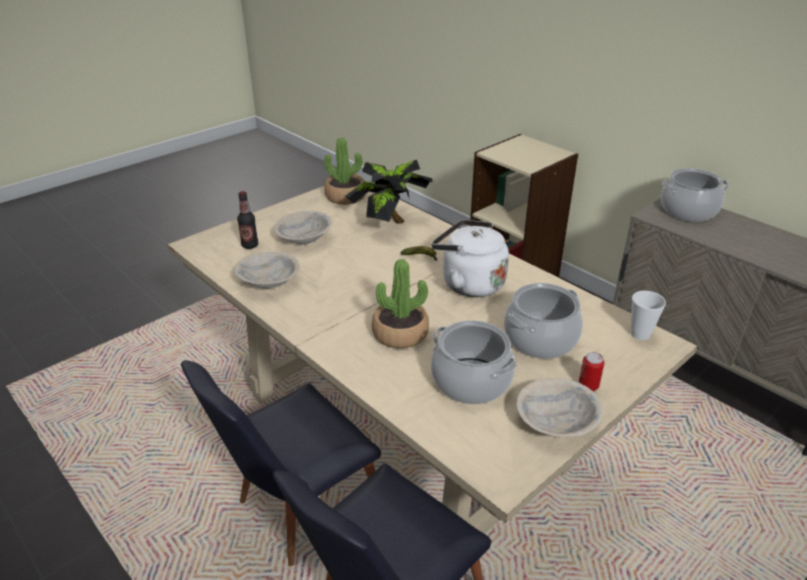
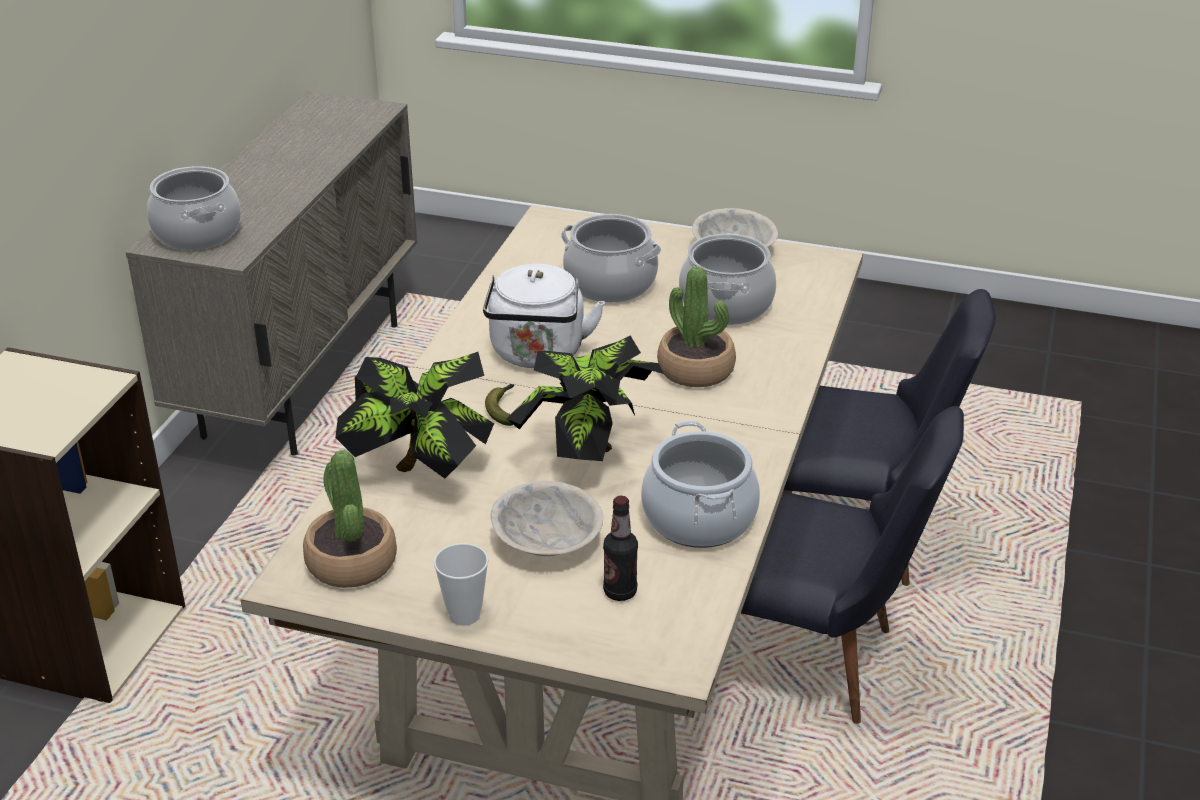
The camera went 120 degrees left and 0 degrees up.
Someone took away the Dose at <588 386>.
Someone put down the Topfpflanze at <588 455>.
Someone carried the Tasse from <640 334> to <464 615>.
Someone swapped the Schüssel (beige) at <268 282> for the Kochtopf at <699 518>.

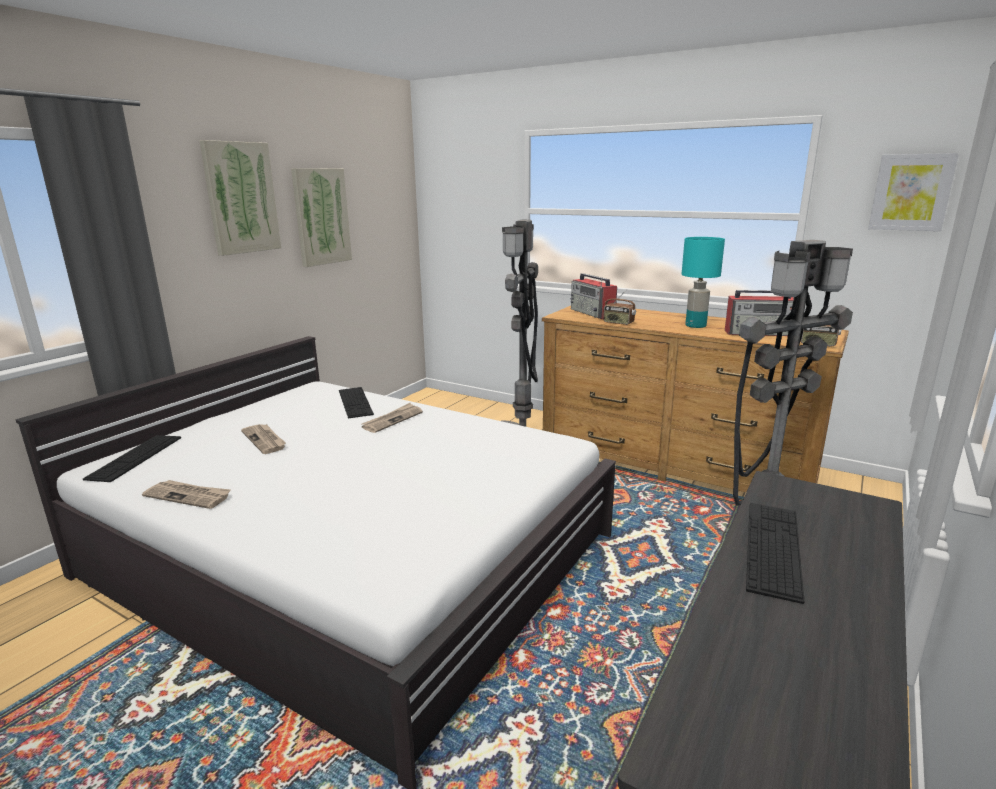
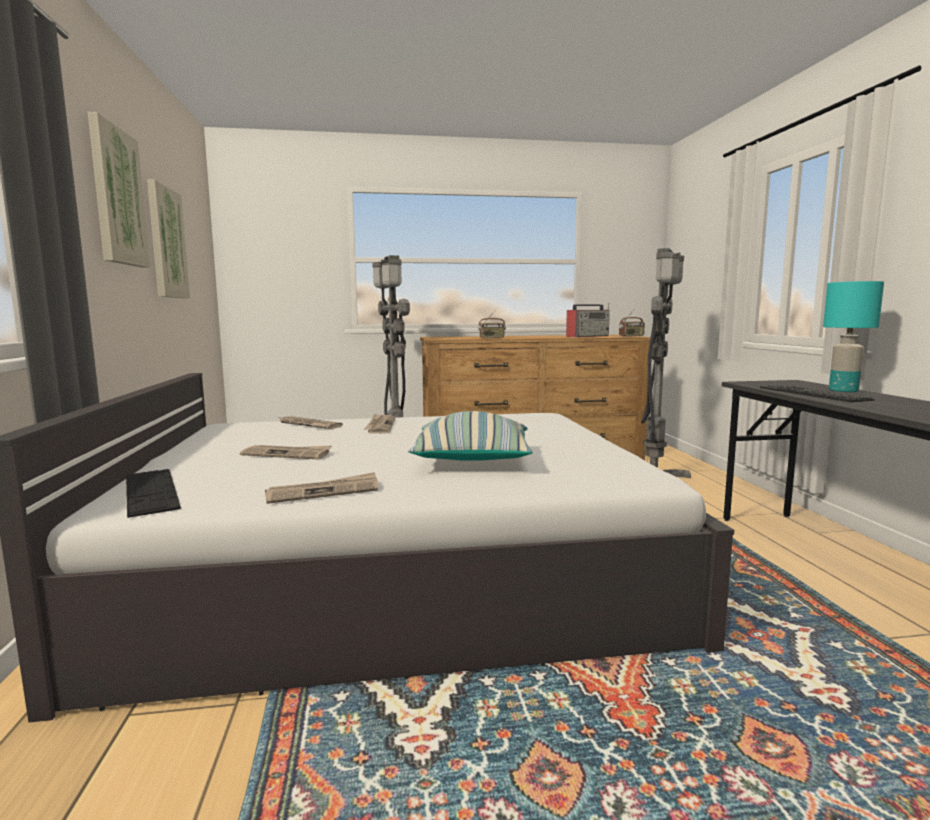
The camera went 40 degrees left and 10 degrees down.
Someone took away the Radio at <593 313>.
Someone took away the Bild at <911 192>.
Someone put down the Kissen at <473 461>.
Someone carried the Tischlampe (türkis) from <696 326> to <844 390>.
Someone swapped the Tastatur at <355 402> for the Zeitung at <308 425>.

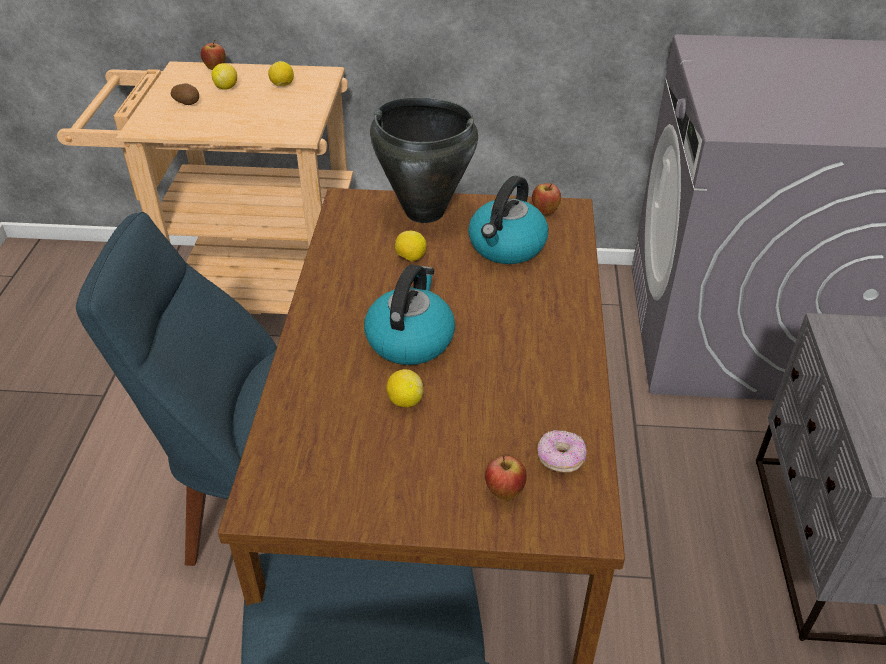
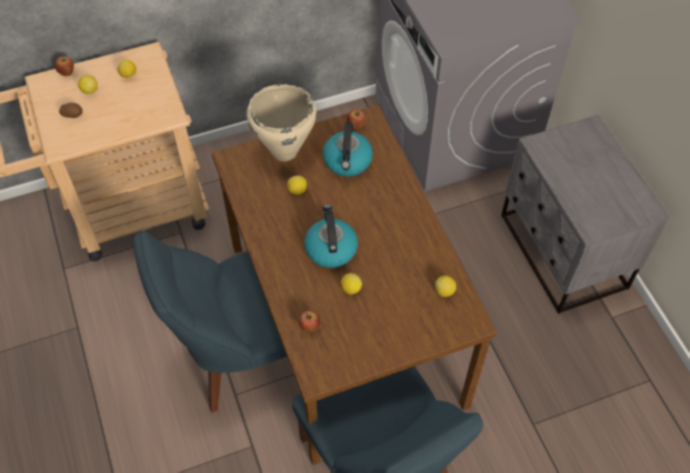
The camera went 25 degrees left and 15 degrees up.
Someone carried the Apfel from <504 492> to <310 327>.
Someone swapped the Donut at <560 459> for the Zitrone at <444 291>.
Someone repainted the Kochtopf (schwarz) at <424 211>, which became the Kochtopf (beige) at <284 151>.

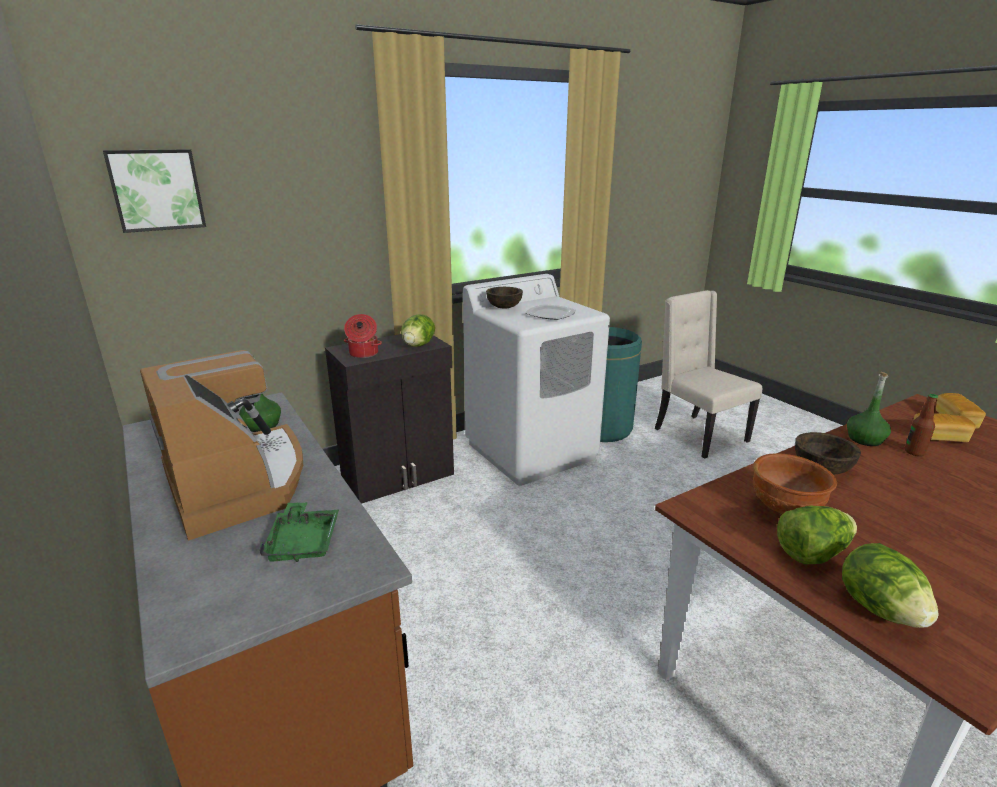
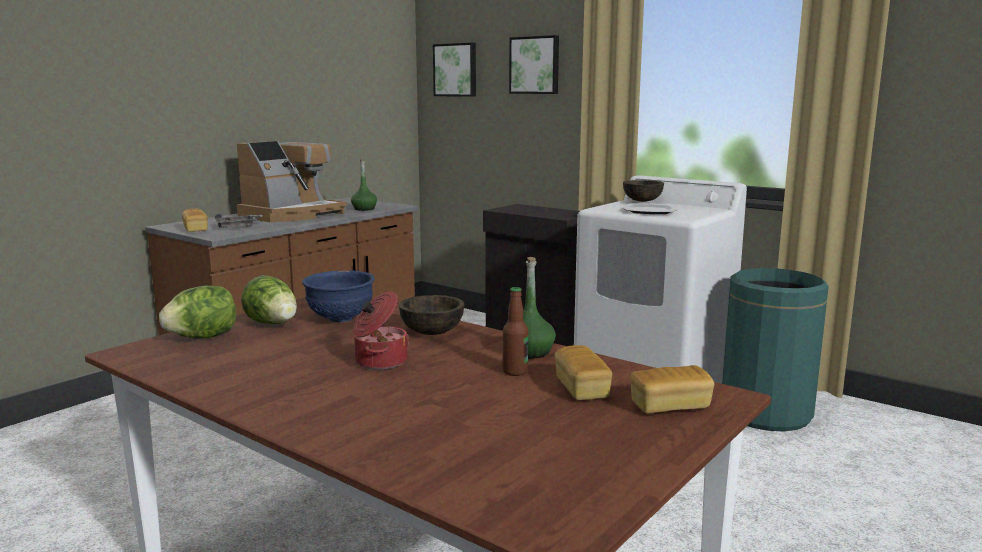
The camera went 70 degrees right and 10 degrees down.
Someone took away the Salatkopf at <418 345>.
Someone took away the Stuhl (beige) at <698 435>.
Someone put down the Brot at <195 229>.
Someone put up the Bild at <535 65>.
Someone carried the Kochtopf from <363 354> to <379 362>.
Someone repainted the Tablett (grün) at <303 542>, which became the Tablett (grau) at <238 227>.
Someone repainted the Schüssel (braun) at <786 510>, which became the Schüssel (blau) at <340 319>.

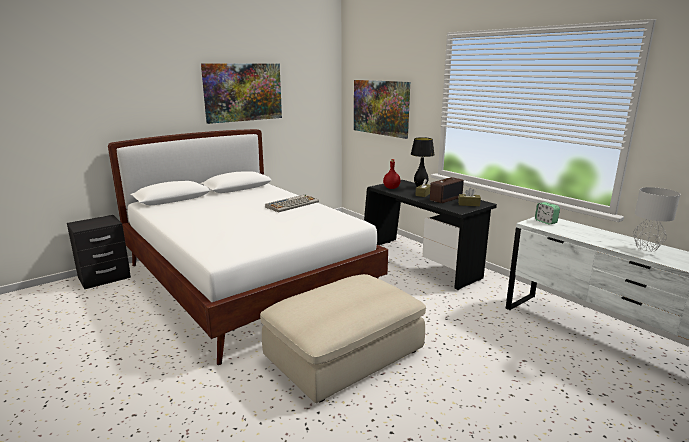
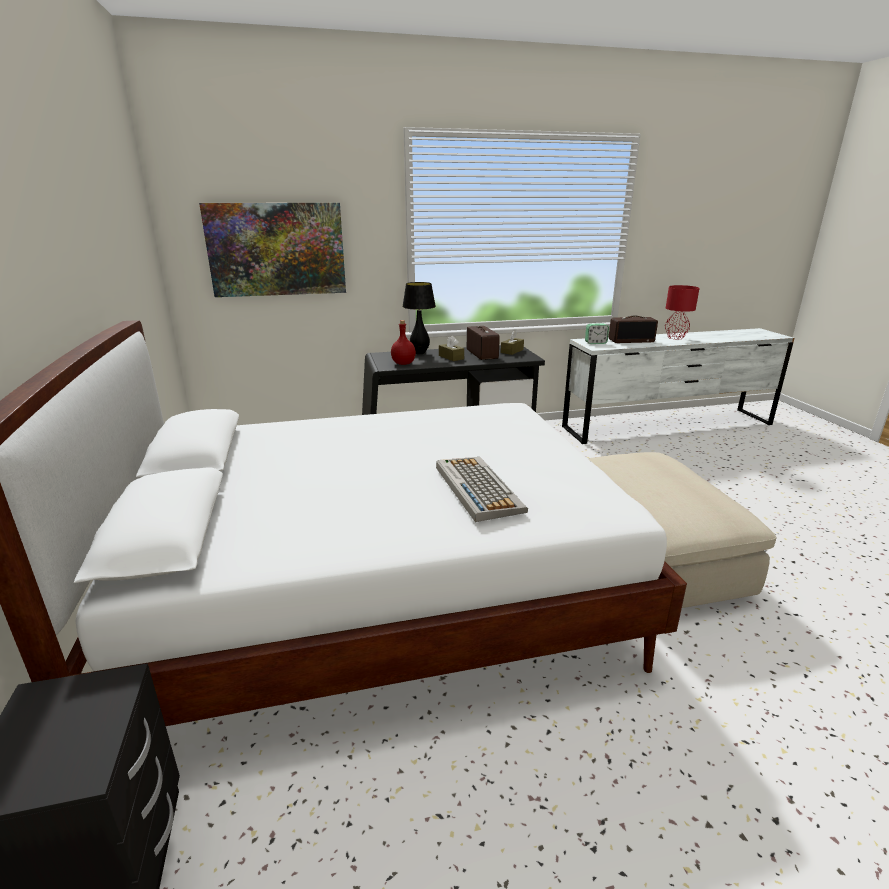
The camera went 65 degrees left and 5 degrees up.
Someone took away the Bild at <243 92>.
Someone put down the Radio at <631 340>.
Someone carried the Tastatur from <292 204> to <477 488>.
Someone repainted the Tischlampe (grau) at <645 248>, which became the Tischlampe (rot) at <675 338>.

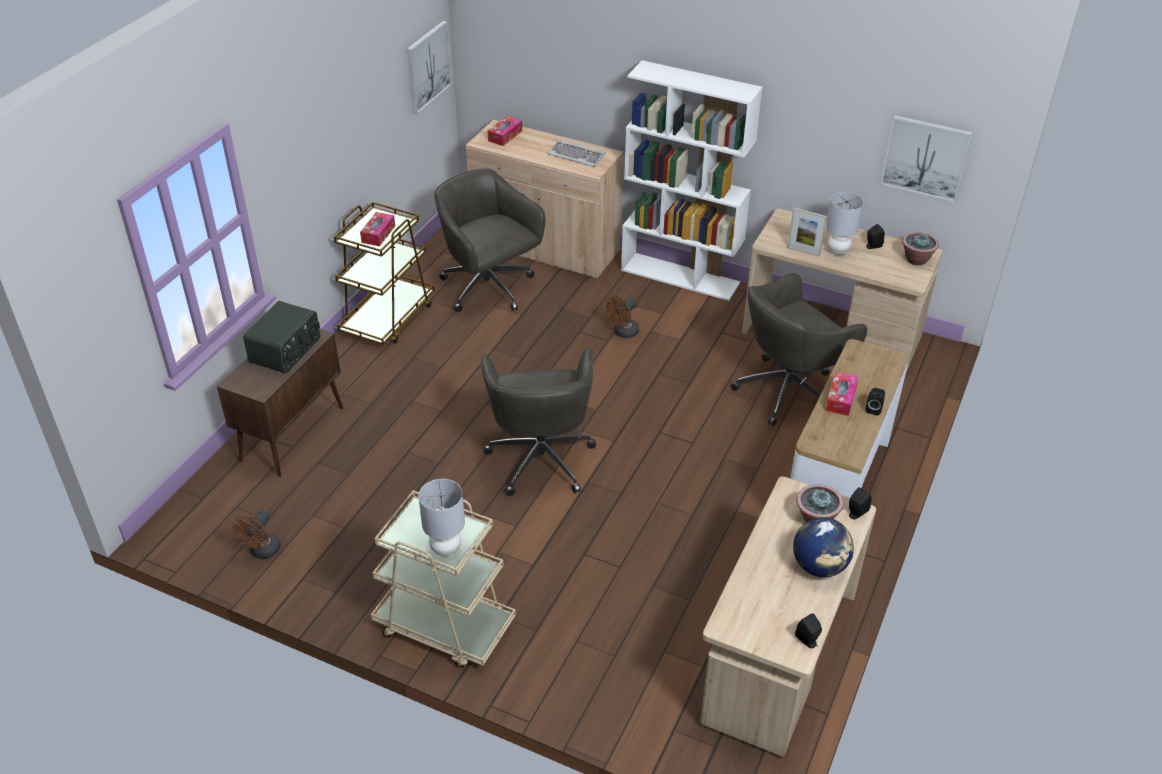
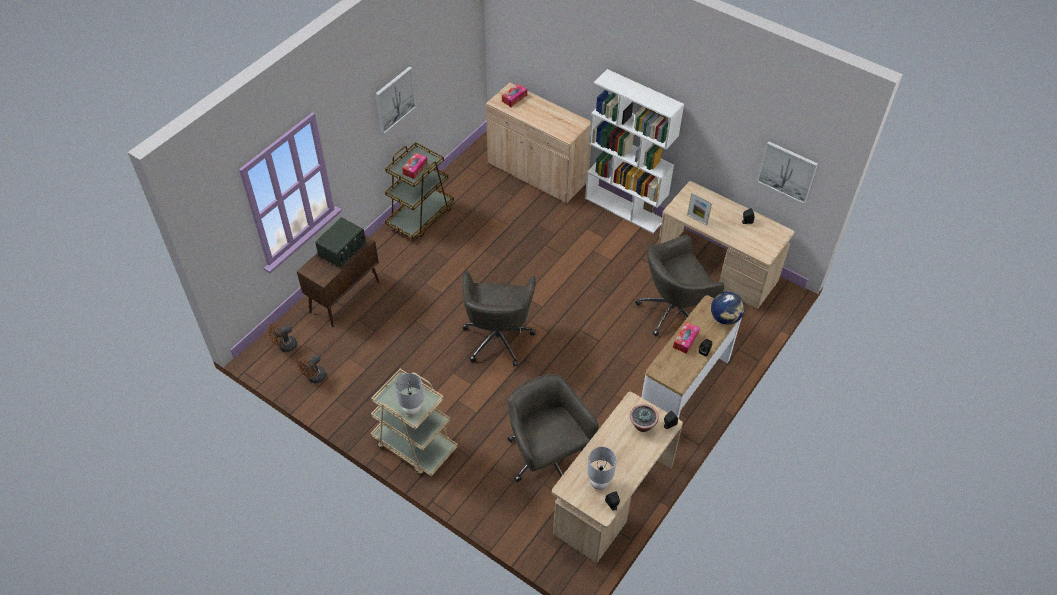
The camera went 10 degrees right and 10 degrees up.
Someone took away the Tastatur at <577 155>.
Someone took away the Topfpflanze at <916 259>.
Someone carried the Bild from <427 67> to <395 99>.
Someone carried the Bürostuhl (grau) from <489 288> to <546 458>.
Someone carried the Ventilator (braun) from <623 333> to <284 346>.
Someone carried the Globus from <819 566> to <725 318>.
Someone carried the Tischlampe (grau) from <838 251> to <599 483>.

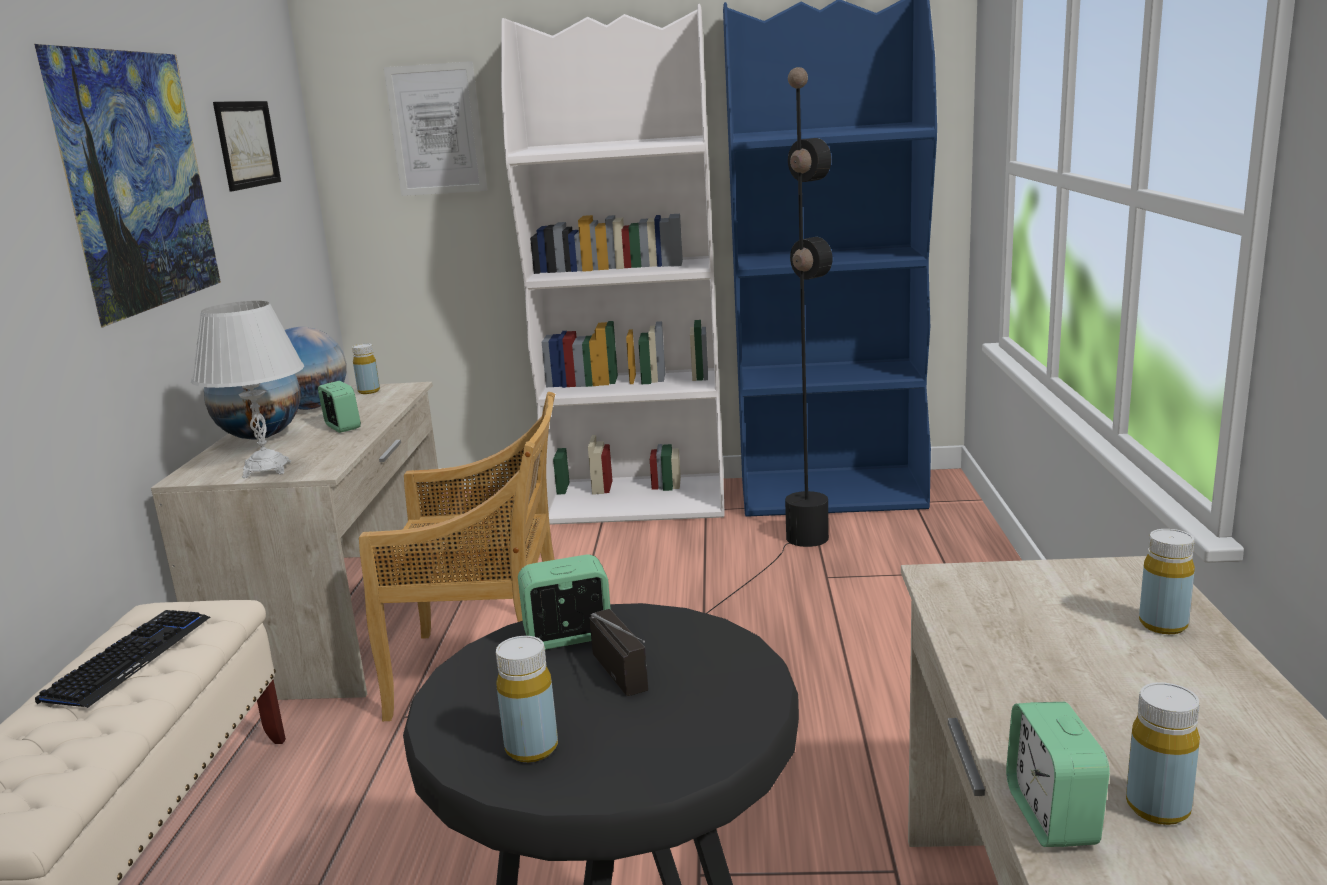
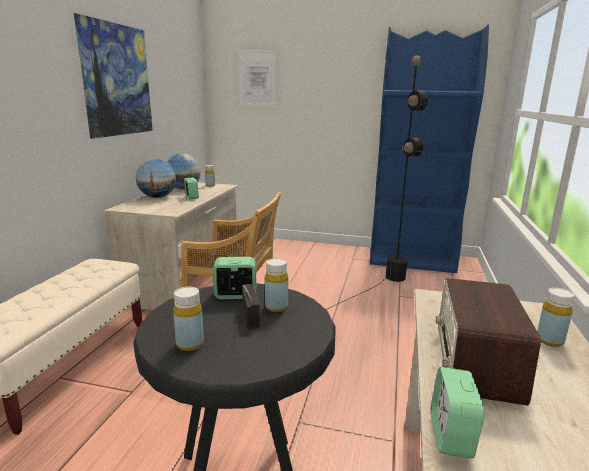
The camera went 10 degrees right and 0 degrees up.
Someone took away the Tastatur at <129 659>.
Someone took away the Tischlampe (weiß) at <267 470>.
Someone took away the Bild at <247 144>.
Someone took away the Bücherregal (weiß) at <639 501>.
Someone put down the Radio at <476 361>.
Someone carried the Flasche (gelb) from <1157 807> to <276 307>.

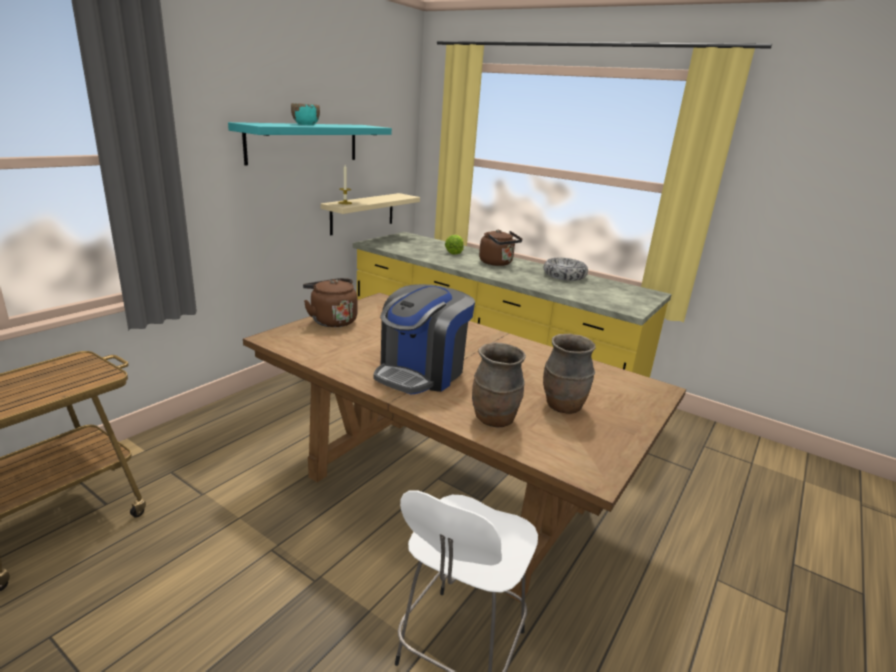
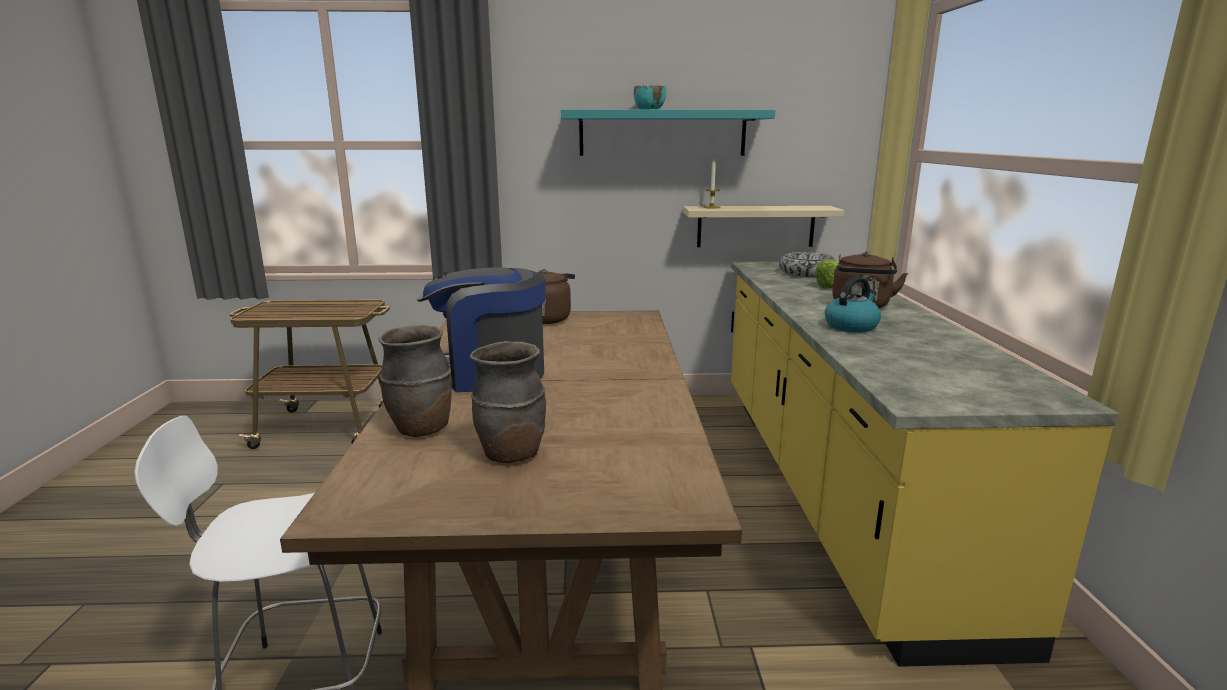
The camera went 55 degrees right and 5 degrees down.
Someone put down the Wasserkessel at <851 326>.
Someone carried the Schüssel from <564 276> to <806 273>.

